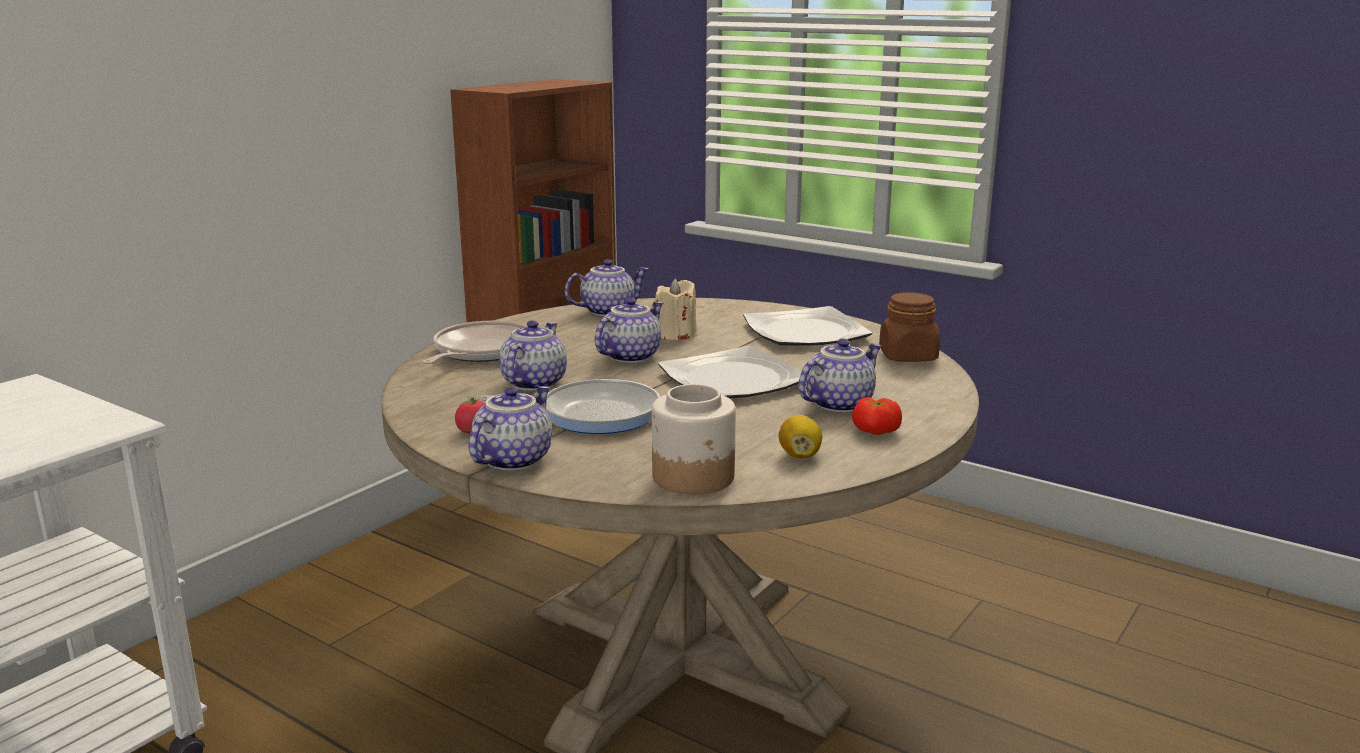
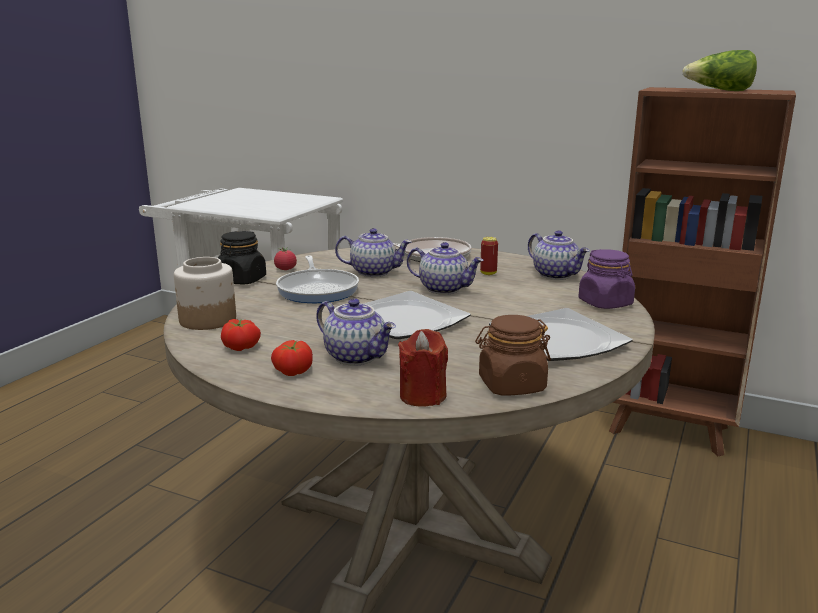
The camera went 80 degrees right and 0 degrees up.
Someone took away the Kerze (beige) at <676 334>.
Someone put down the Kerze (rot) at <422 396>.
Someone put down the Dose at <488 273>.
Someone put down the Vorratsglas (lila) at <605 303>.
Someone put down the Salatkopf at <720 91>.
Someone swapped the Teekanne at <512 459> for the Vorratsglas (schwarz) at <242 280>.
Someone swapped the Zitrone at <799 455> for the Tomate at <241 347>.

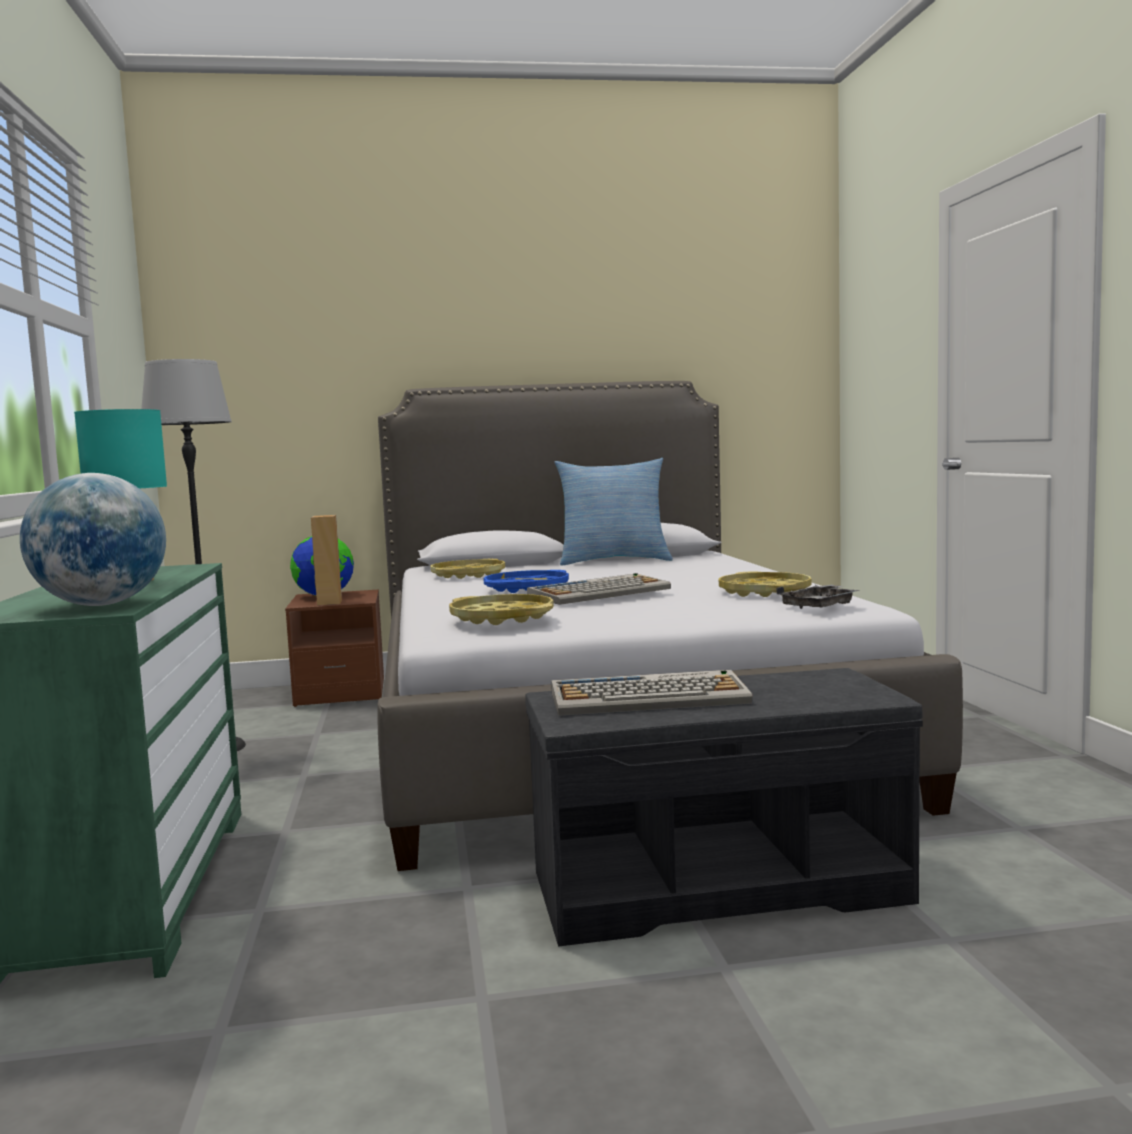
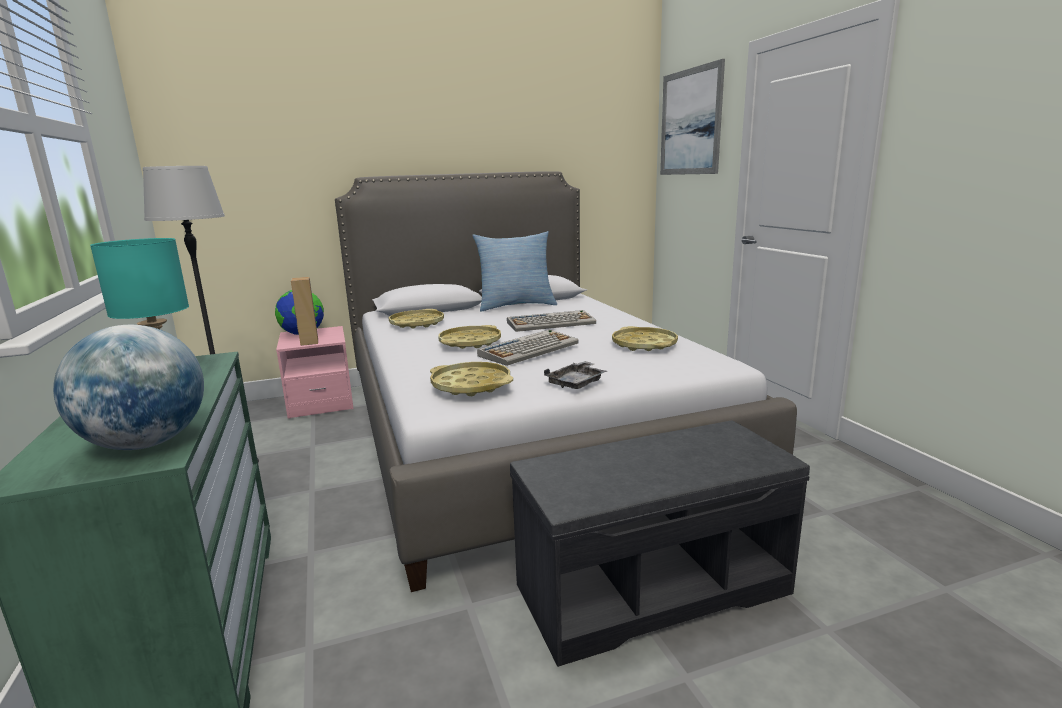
The camera went 10 degrees left and 10 degrees up.
Someone put up the Bild at <690 122>.
Someone carried the Tastatur from <650 697> to <551 323>.
Someone carried the Tablett (grau) from <820 606> to <577 383>.
Someone repainted the Nachttisch (braun) at <341 692>, which became the Nachttisch (rosa) at <321 403>.
Someone repainted the Tablett (blau) at <526 589>, which became the Tablett (gelb) at <470 342>.

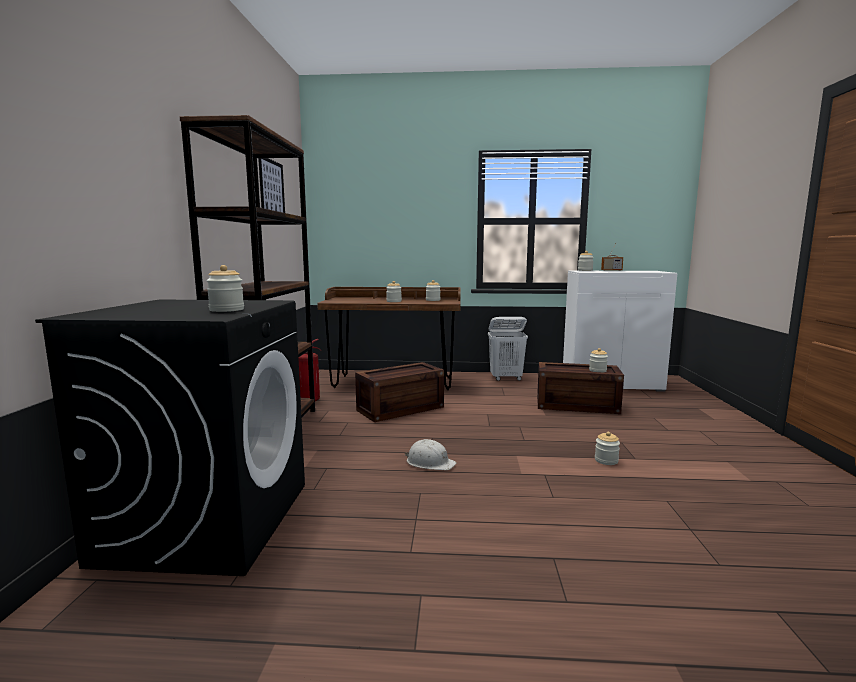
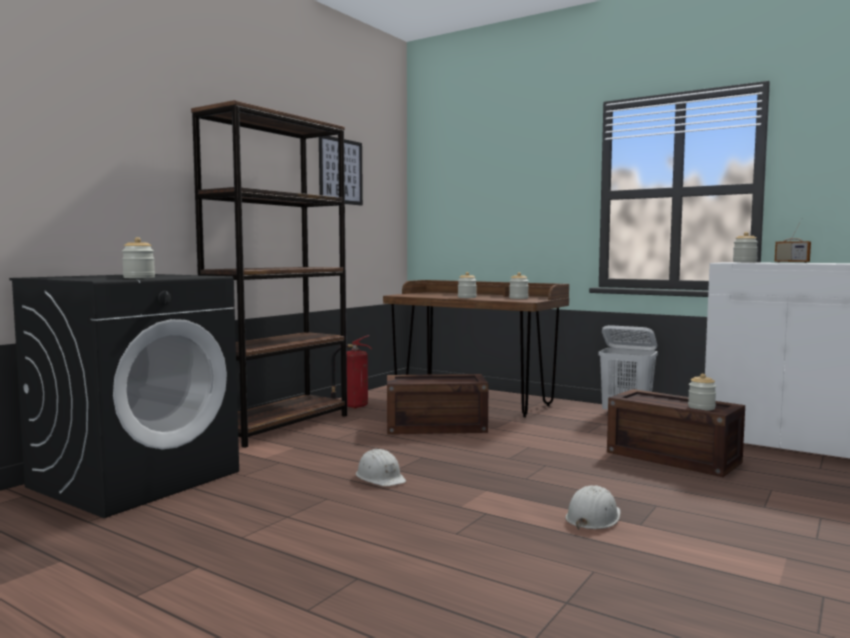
The camera went 30 degrees right and 5 degrees down.
Someone swapped the Vorratsglas at <606 460> for the Schutzhelm (weiß) at <593 518>.

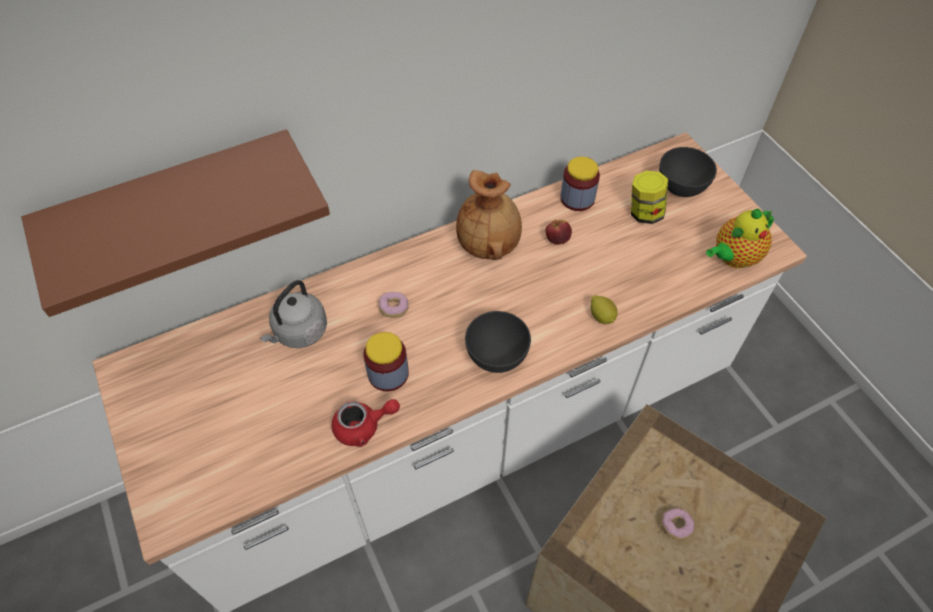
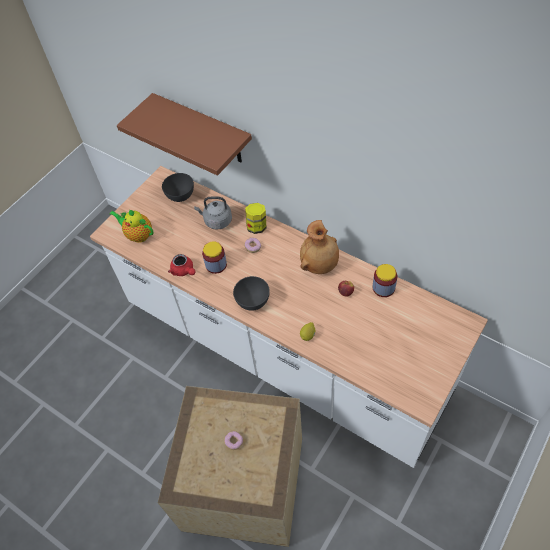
The camera went 65 degrees right and 0 degrees up.
Someone carried the Vorratsglas from <644 213> to <257 227>.
Someone carried the Schüssel (grau) from <680 187> to <181 195>.
Someone carried the Teekanne from <733 258> to <138 235>.

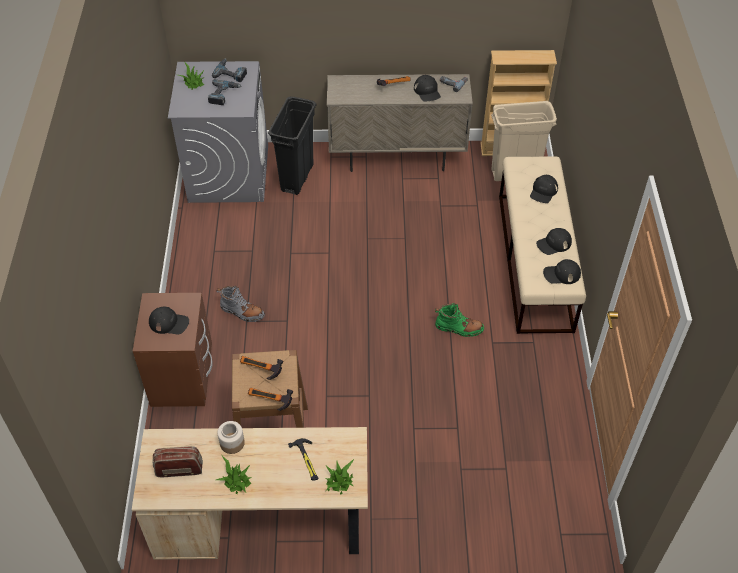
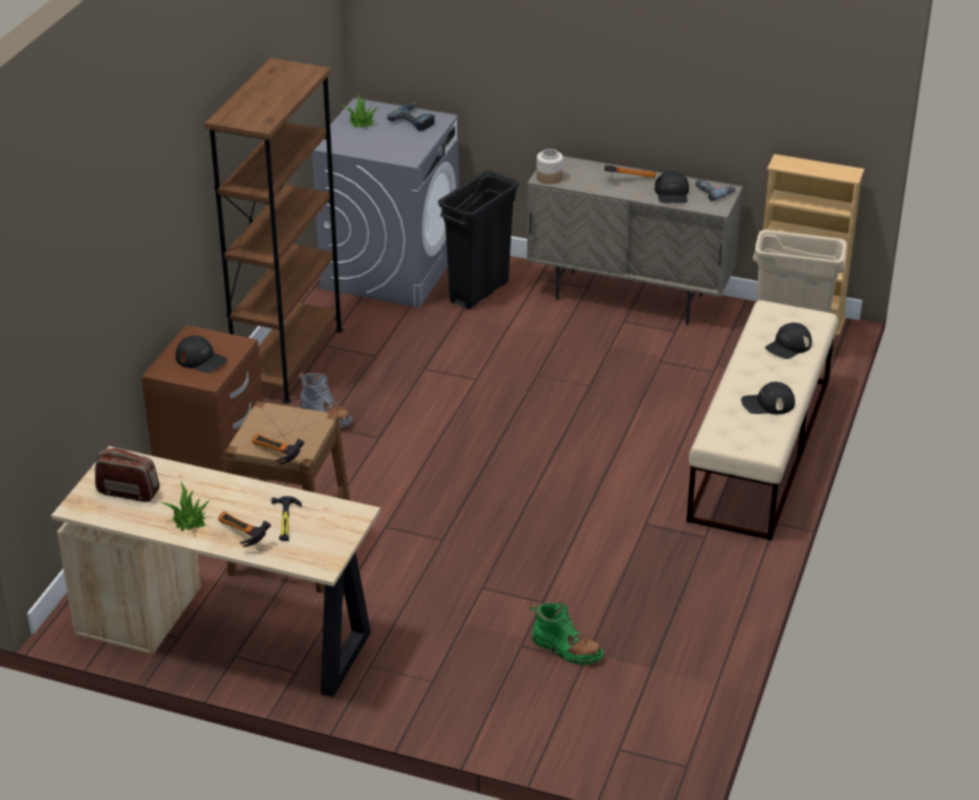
The camera went 20 degrees right and 15 degrees down.
Someone took away the Bohrmaschine at <223 94>.
Someone took away the Topfpflanze at <339 481>.
Someone took away the Kappe (schwarz) at <561 274>.
Someone put down the Bücherregal (braun) at <289 359>.
Someone carried the Vorratsglas from <232 443> to <549 178>.
Someone carried the Hammer from <260 371> to <239 537>.
Someone carried the Stiefel (grün) from <459 328> to <566 649>.

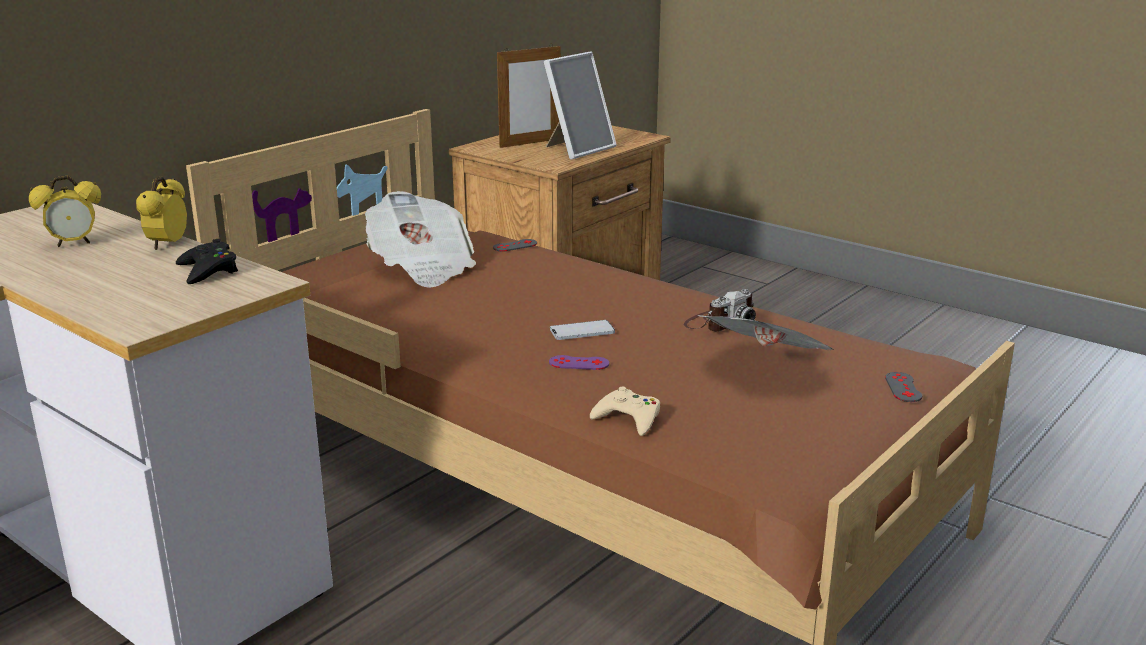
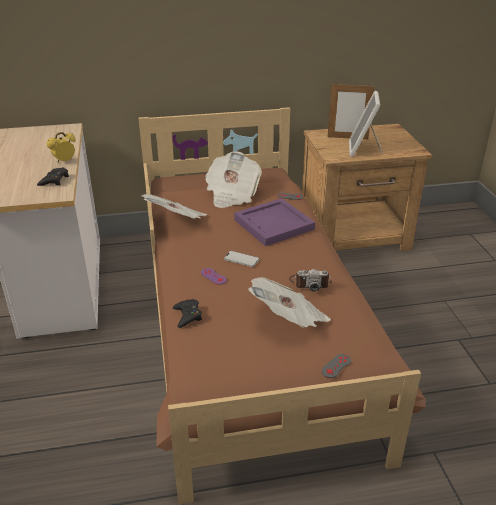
The camera went 40 degrees right and 10 degrees up.
Someone took away the Wecker at <74 243>.
Someone put down the Zeitung at <176 221>.
Someone put down the Tablett (lila) at <272 224>.
Someone repainted the Gamepad (beige) at <628 418>, which became the Gamepad (schwarz) at <187 316>.
Someone rotated the Bilderrahmen at <577 149> by 105 degrees clockwise.

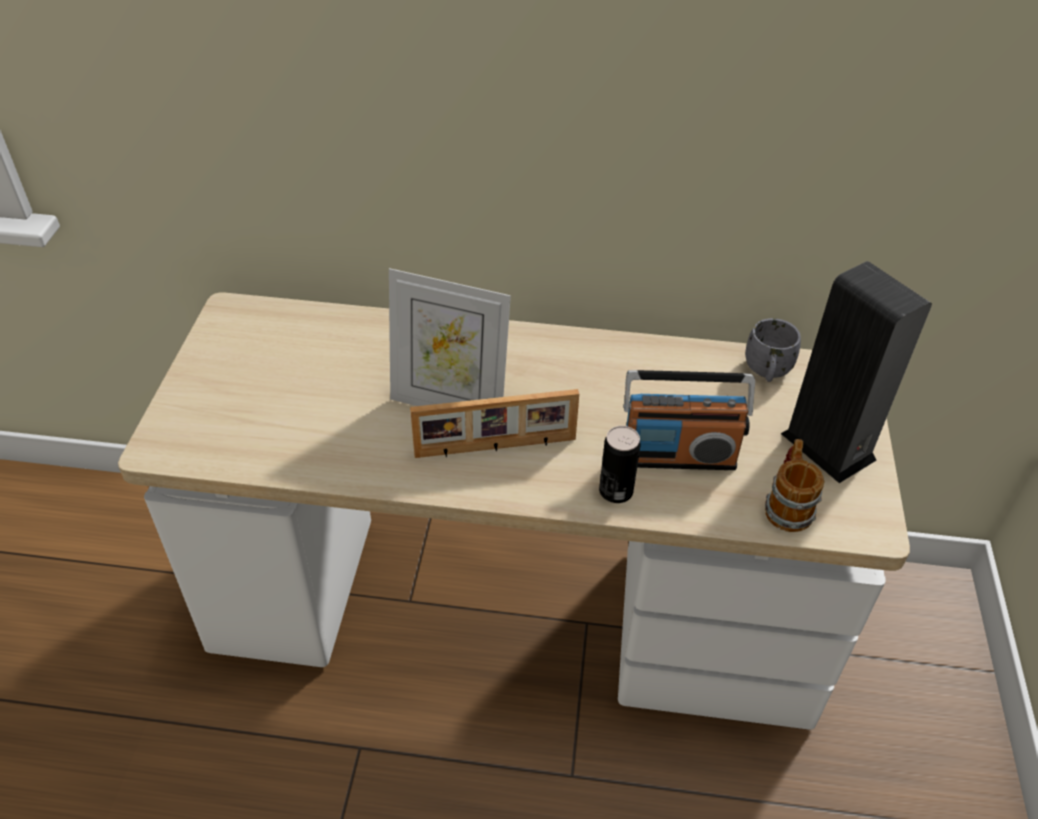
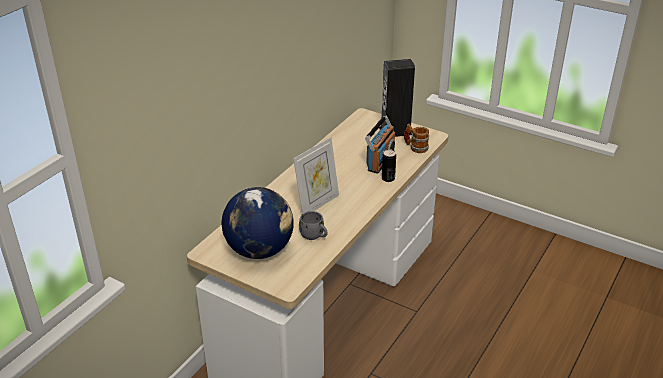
The camera went 65 degrees left and 10 degrees down.
Someone took away the Bilderrahmen at <495 448>.
Someone put down the Globus at <260 250>.
Someone carried the Henkelbecher (grau) from <767 372> to <314 236>.

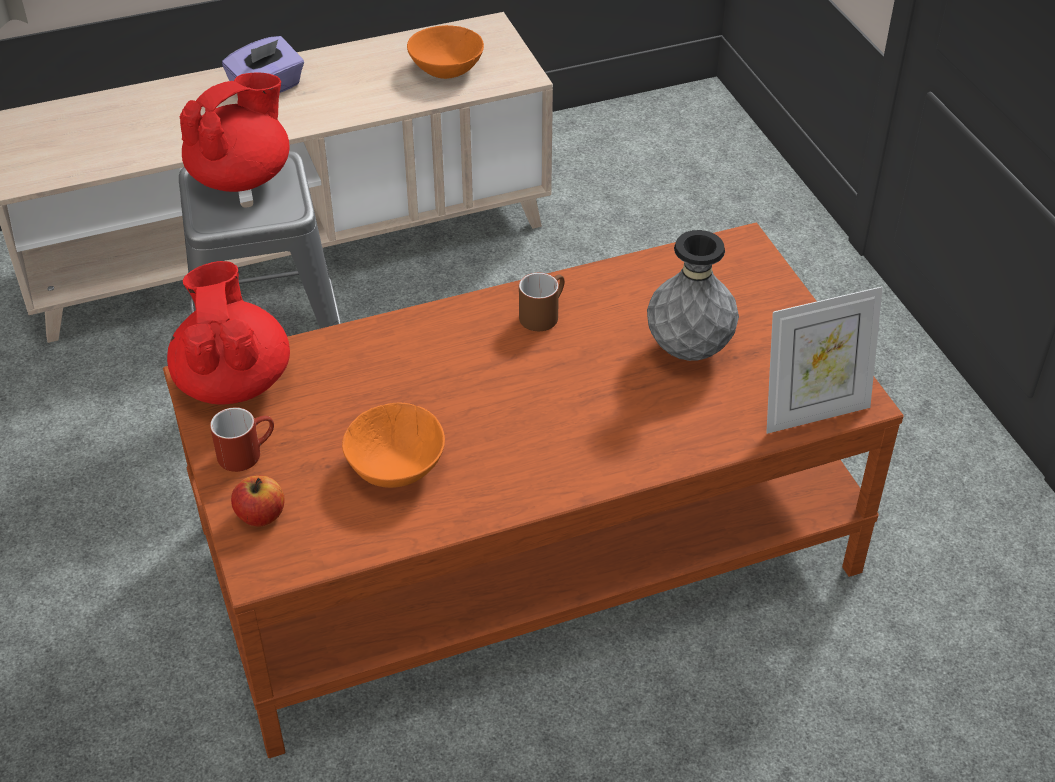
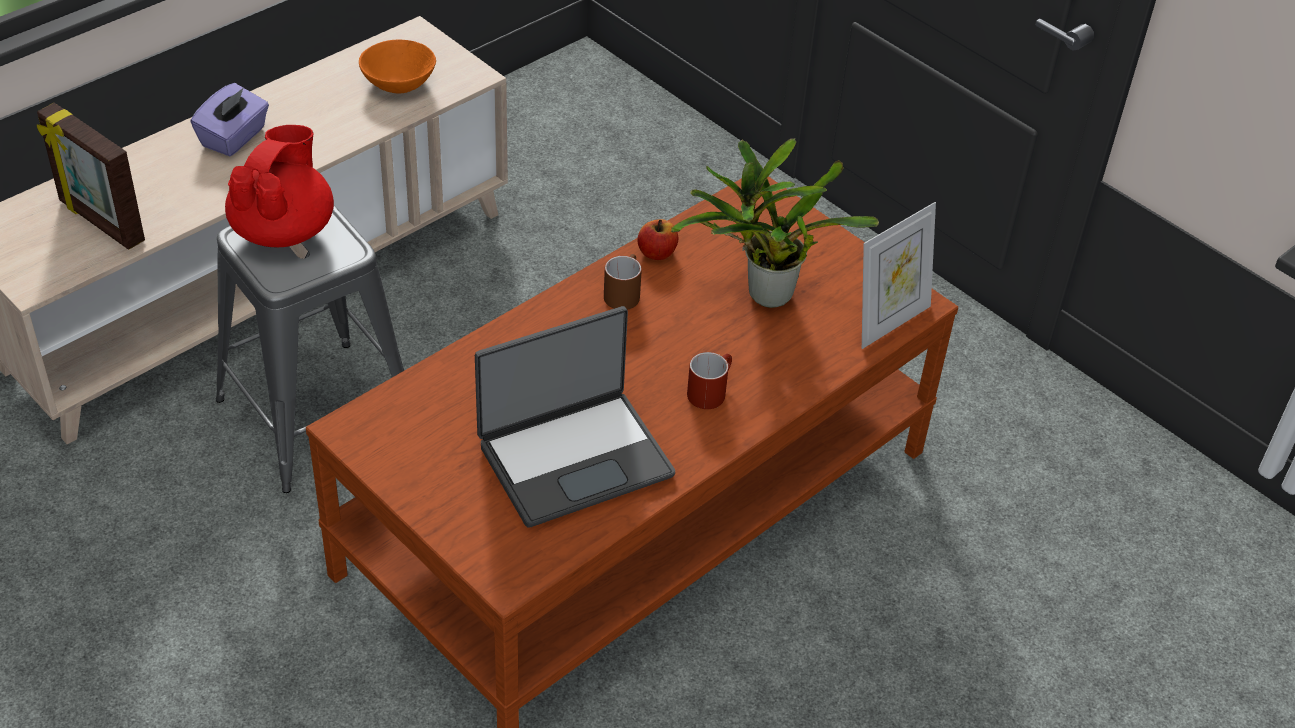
The camera went 25 degrees left and 0 degrees up.
Someone took away the Teekanne (rot) at <233 380>.
Someone put down the Bilderrahmen at <100 222>.
Someone carried the Henkelbecher (rot) from <246 452> to <710 390>.
Someone carried the Apfel from <260 515> to <657 253>.
Someone swapped the Schüssel (orange) at <397 465> for the Laptop at <574 457>.
Someone swapped the Vase (grau) at <688 350> for the Topfpflanze at <762 294>.

